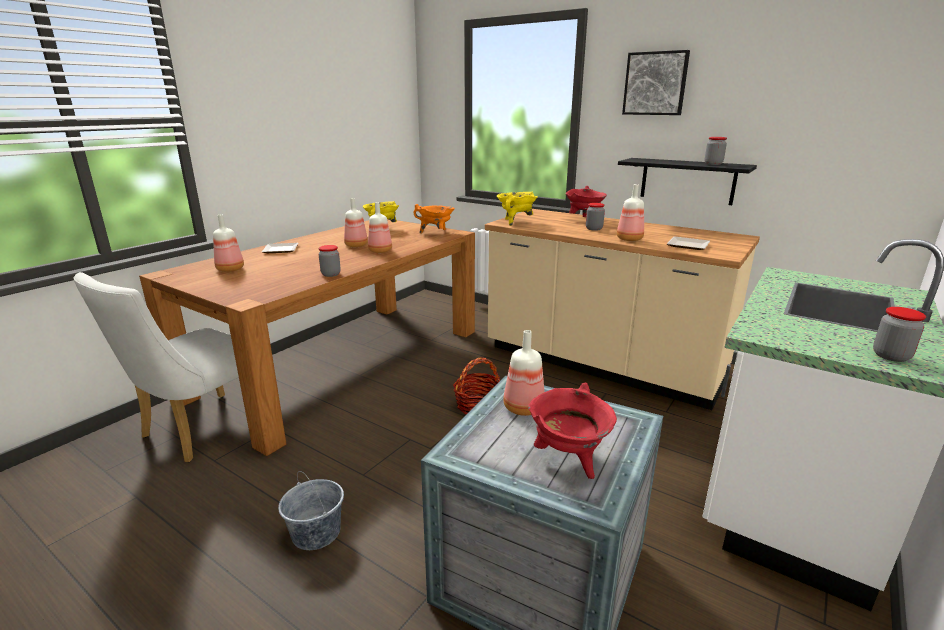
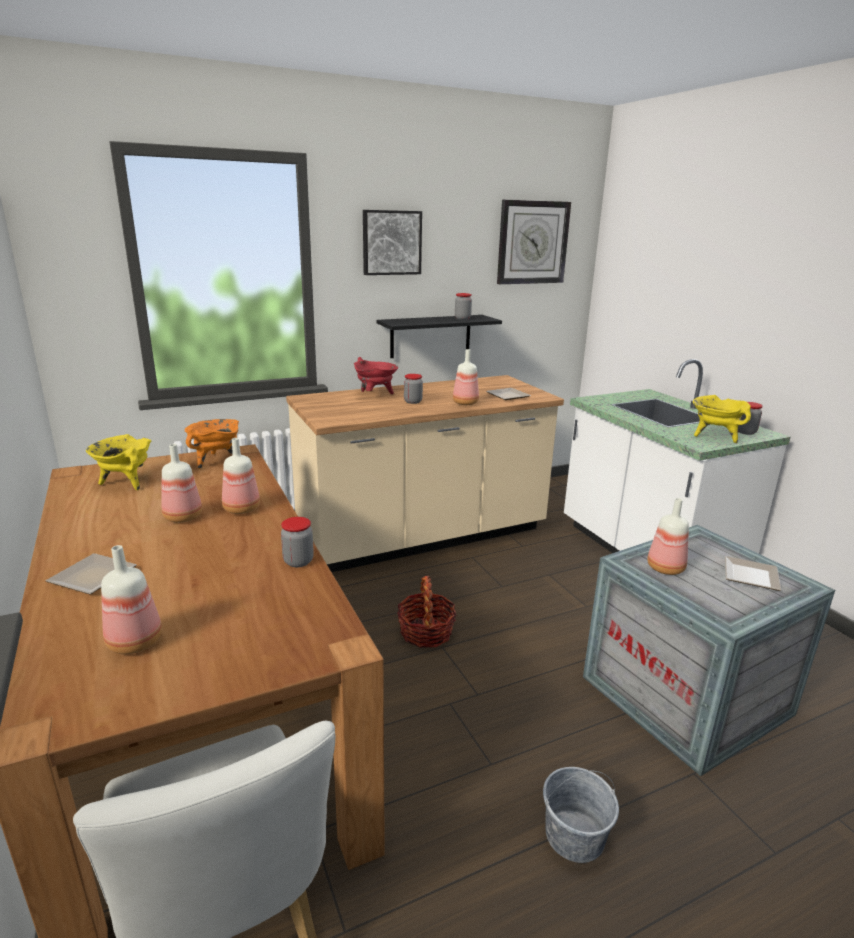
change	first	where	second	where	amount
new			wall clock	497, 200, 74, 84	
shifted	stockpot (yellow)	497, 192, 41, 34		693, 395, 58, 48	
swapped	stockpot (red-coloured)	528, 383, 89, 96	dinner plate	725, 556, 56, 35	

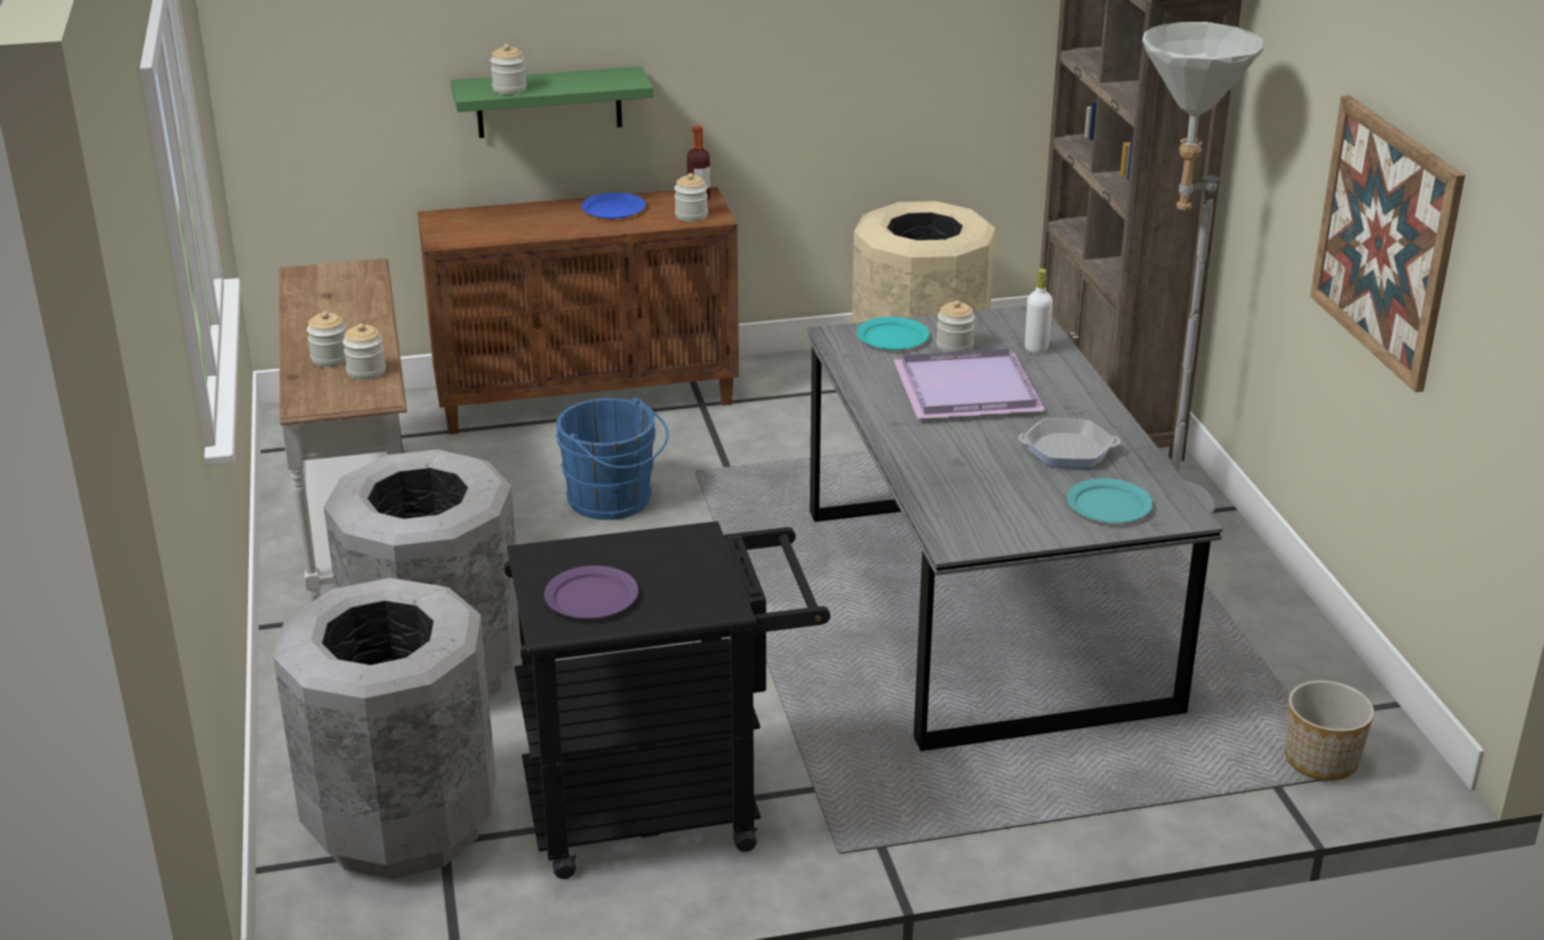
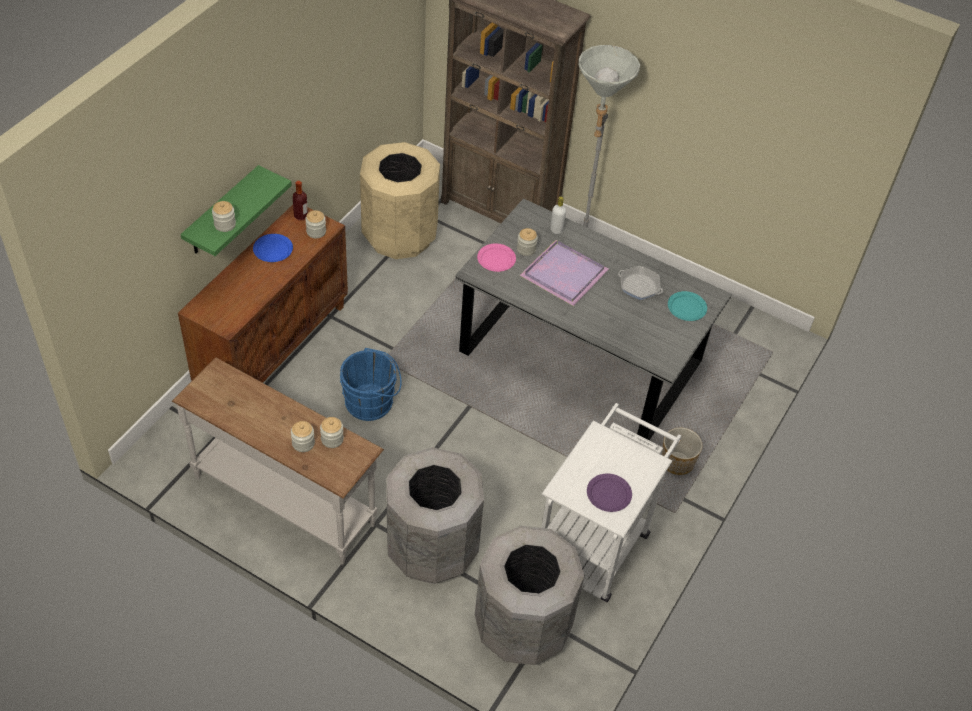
change	first	where	second	where	amount
gone	wall art	1310, 95, 155, 297			
shifted	plant pot	1285, 681, 89, 100		661, 428, 42, 47	
repainted	cart (black)	504, 521, 326, 358	cart (white-coloured)	541, 403, 141, 199	
repainted	dinner plate (turquoise-coloured)	857, 317, 72, 33	dinner plate (pink)	477, 243, 39, 29	
rotated	skillet	1018, 418, 102, 50		618, 266, 45, 34	75 degrees clockwise

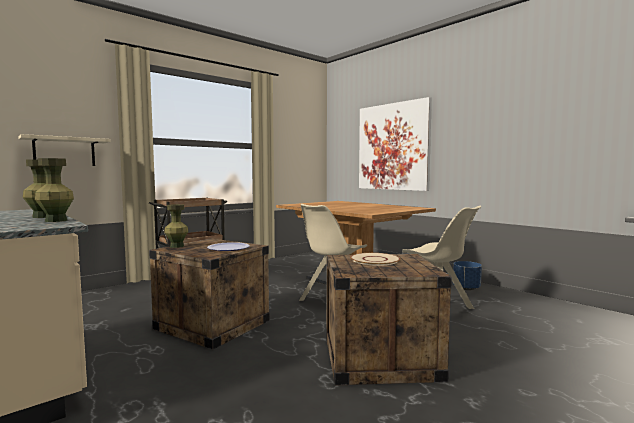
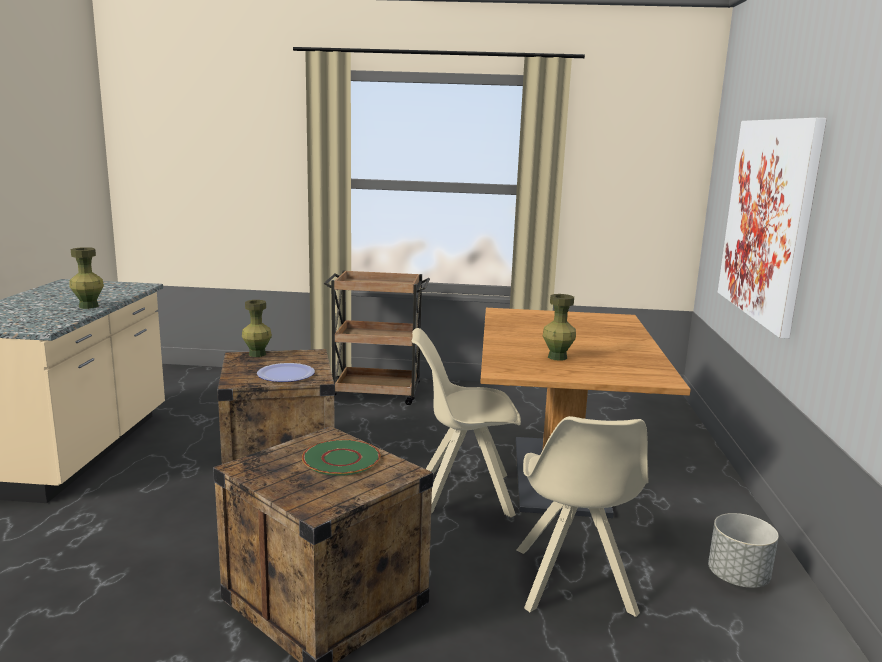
change	first	where	second	where	amount
gone	shelf (beige)	18, 134, 93, 32			
shifted	flower vase (green-coloured)	35, 158, 39, 64		543, 294, 33, 67	
repainted	dinner plate (beige)	350, 253, 50, 13	dinner plate (green-coloured)	302, 439, 79, 37	
repainted	plant pot (blue)	453, 261, 29, 29	plant pot (gray)	708, 513, 71, 75	

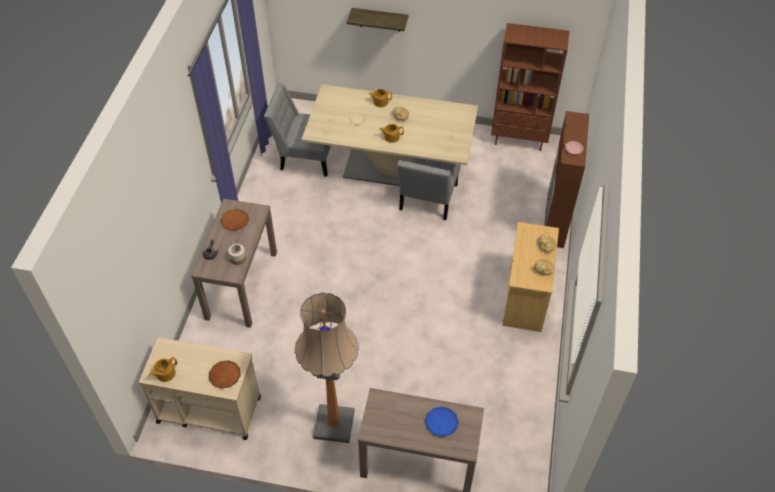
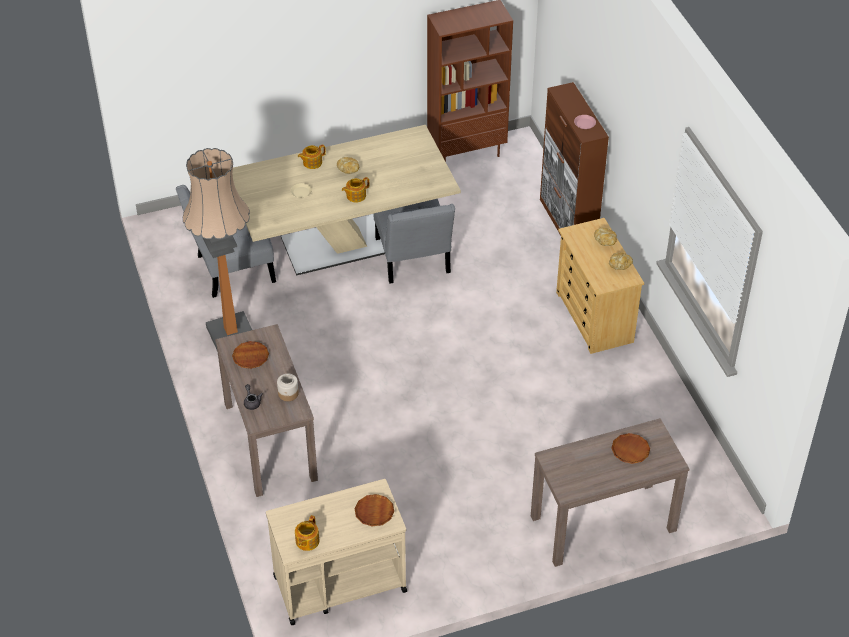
change	first	where	second	where	amount
gone	shelf	347, 8, 62, 24			
shifted	floor lamp	295, 293, 64, 150		183, 148, 69, 202	
repainted	dinner plate (blue)	425, 406, 34, 31	dinner plate (brownish)	612, 433, 38, 31	

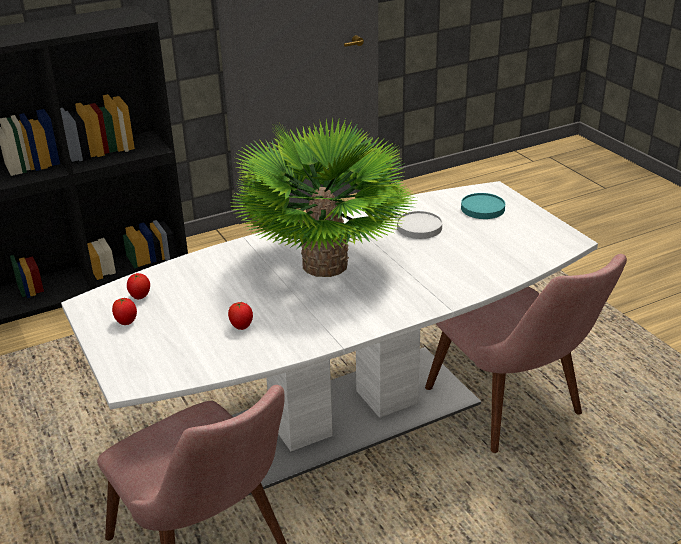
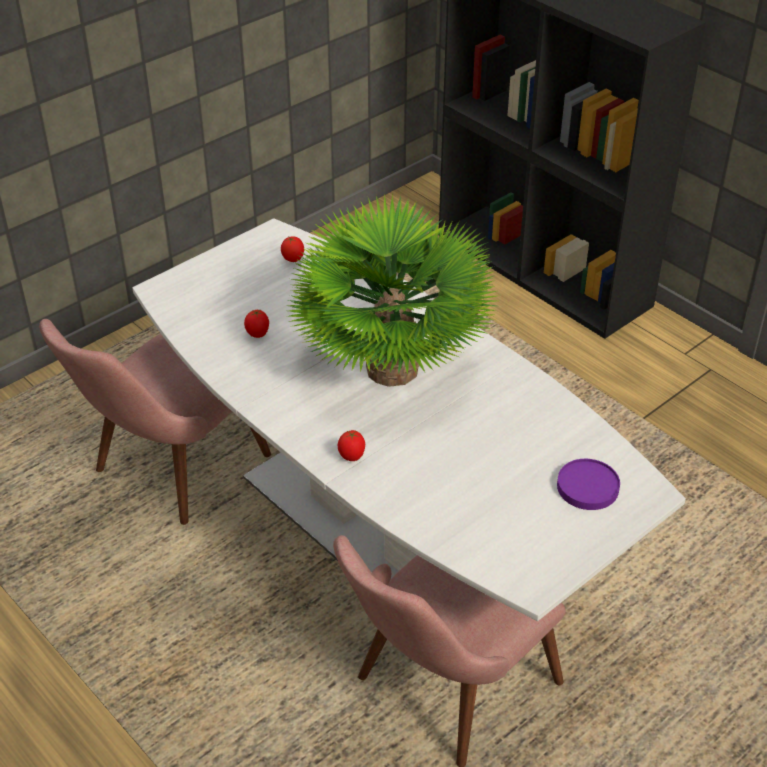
change	first	where	second	where	amount
gone	dinner plate (white-coloured)	397, 211, 45, 28			
shifted	fresh tomato	112, 297, 25, 28		338, 430, 27, 31	
repainted	dinner plate (turquoise-coloured)	461, 193, 44, 26	dinner plate (purple)	557, 459, 63, 51	

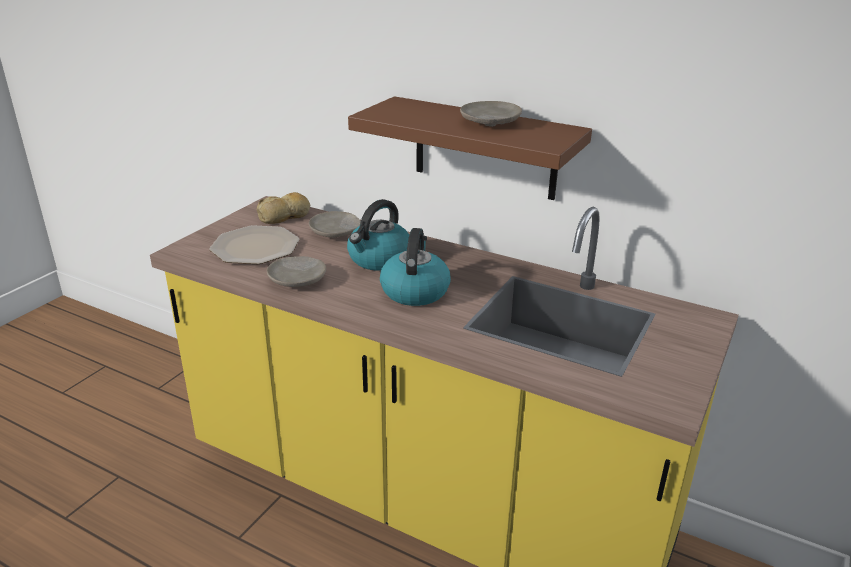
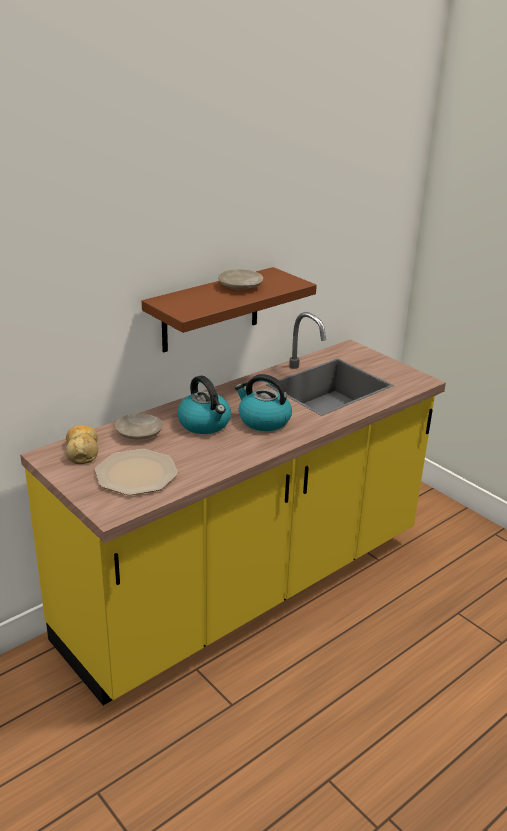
change	first	where	second	where	amount
gone	dinner plate (beige)	267, 256, 59, 31			

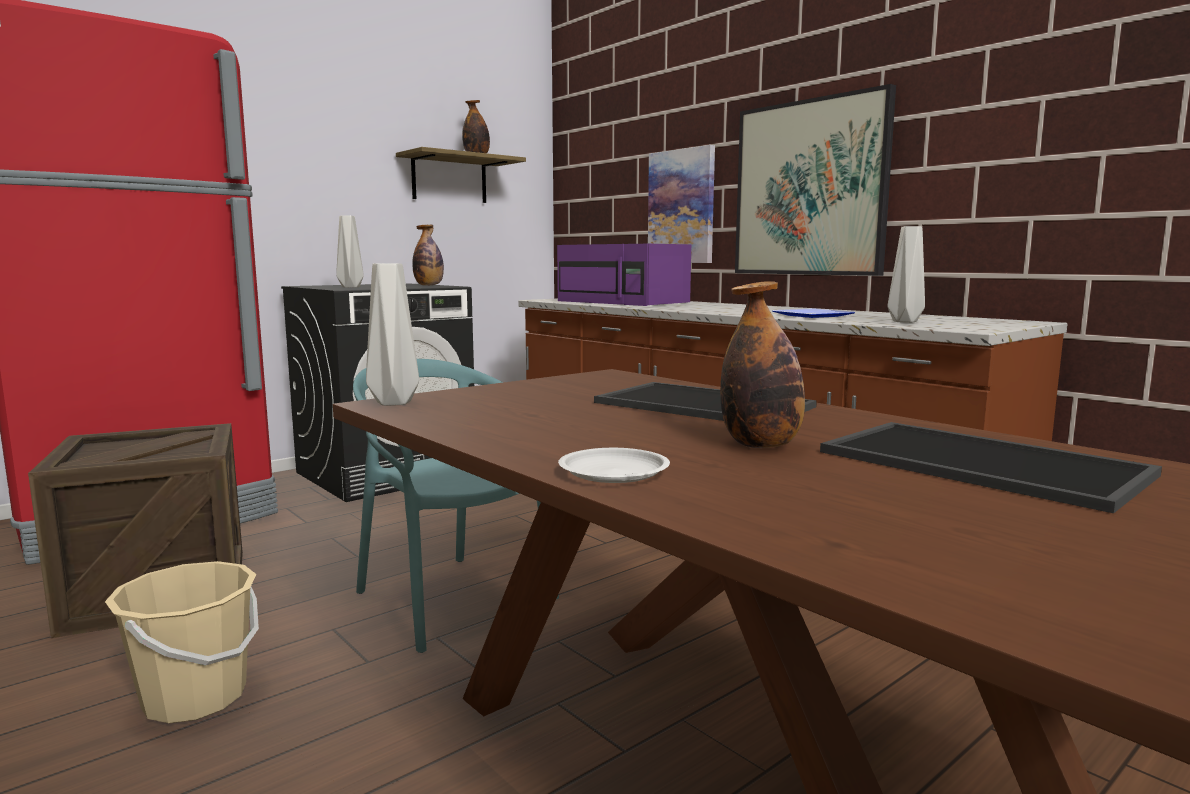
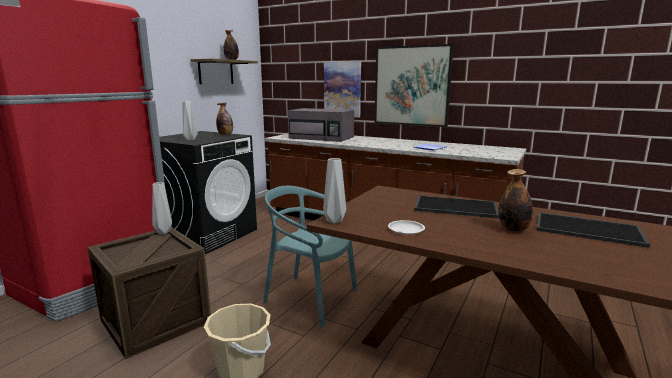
change	first	where	second	where	amount
shifted	dinner plate (white-coloured)	558, 448, 112, 35		388, 220, 37, 15	
shifted	flower vase (gray)	888, 226, 37, 97		152, 182, 20, 52	
repainted	microwave oven (purple)	557, 244, 134, 62	microwave oven (gray)	288, 108, 66, 34	

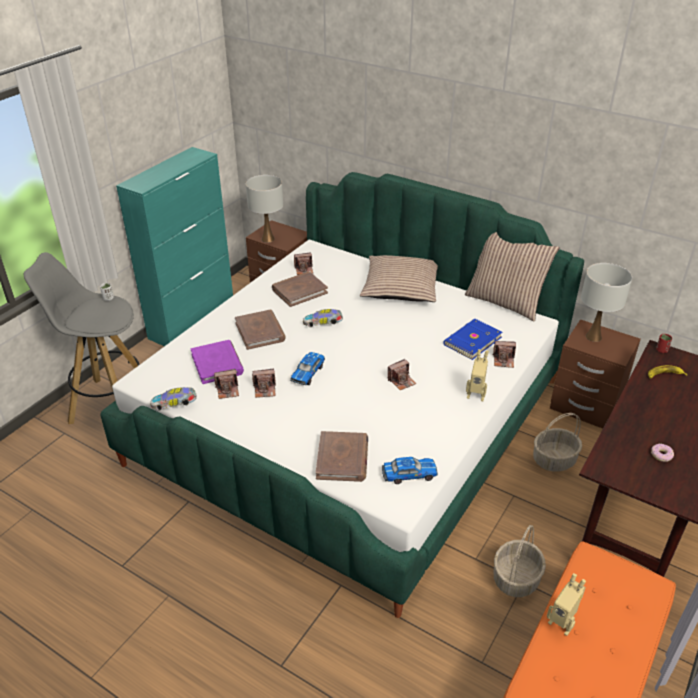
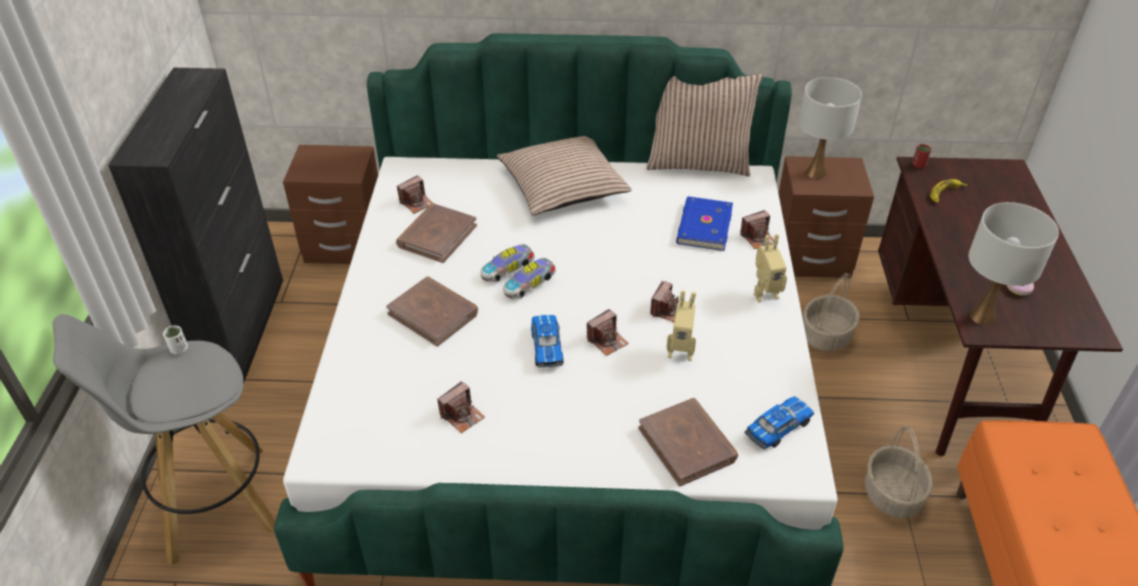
change	first	where	second	where	amount
gone	volume (purple)	191, 340, 53, 44			
shifted	toy car	150, 387, 46, 24		503, 258, 53, 41	
shifted	tabletop lamp (white-coloured)	246, 175, 37, 68		969, 202, 90, 124	
shifted	photo camera	252, 368, 24, 30		587, 309, 42, 47	
shifted	model robot	547, 573, 39, 63		666, 290, 30, 71	
repainted	cupboard (turquoise-coloured)	116, 147, 117, 199	cupboard (black)	108, 68, 175, 316	

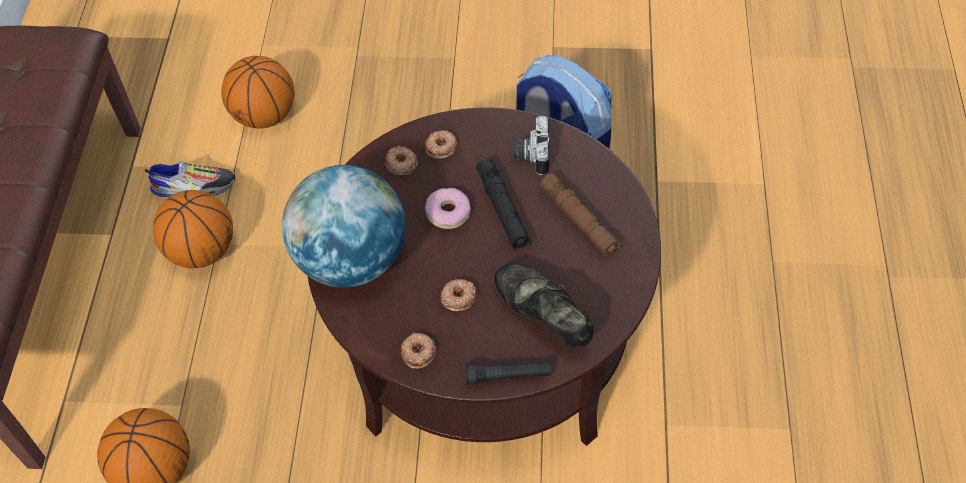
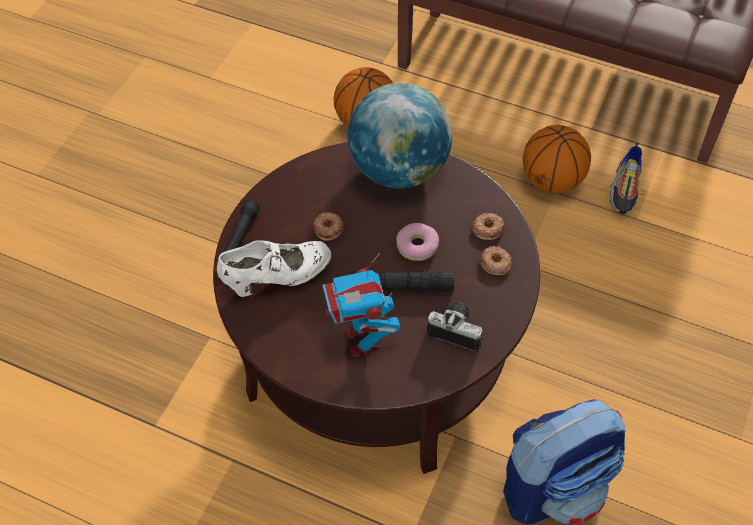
change	first	where	second	where	amount
gone	basketball ball	221, 56, 74, 73			
gone	donut	401, 333, 35, 36			
swapped	hand torch (brownish)	541, 173, 81, 85	model robot	322, 253, 79, 104	
repainted	low shoe (black)	494, 263, 100, 85	low shoe (white-coloured)	217, 240, 114, 57	

